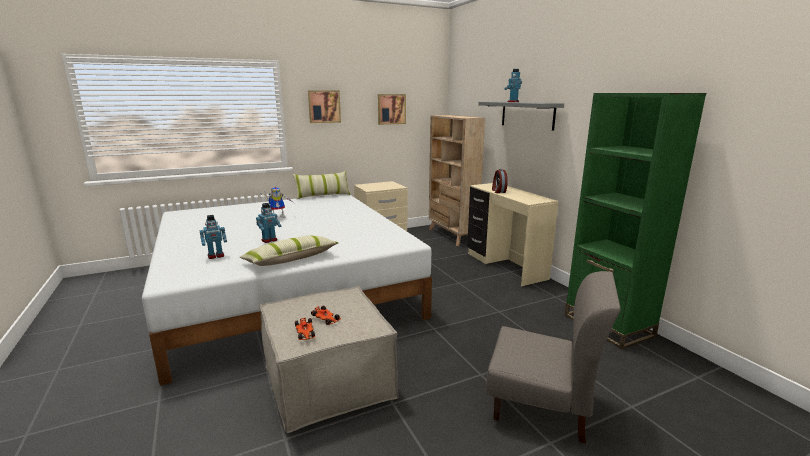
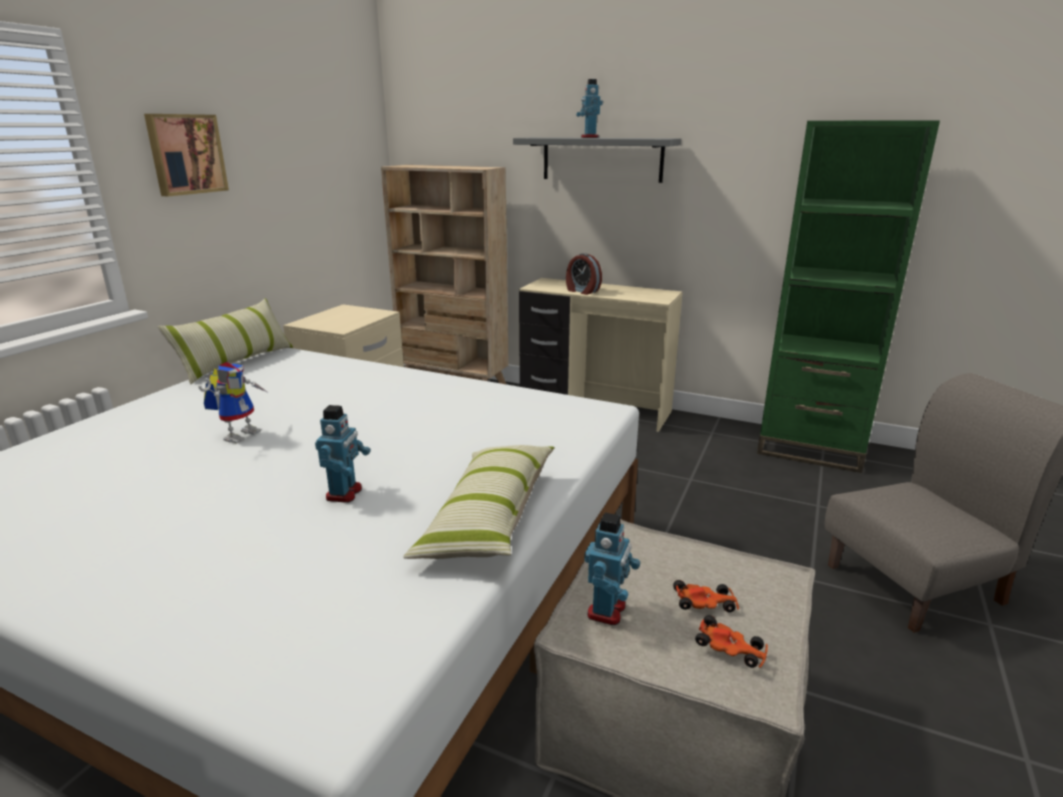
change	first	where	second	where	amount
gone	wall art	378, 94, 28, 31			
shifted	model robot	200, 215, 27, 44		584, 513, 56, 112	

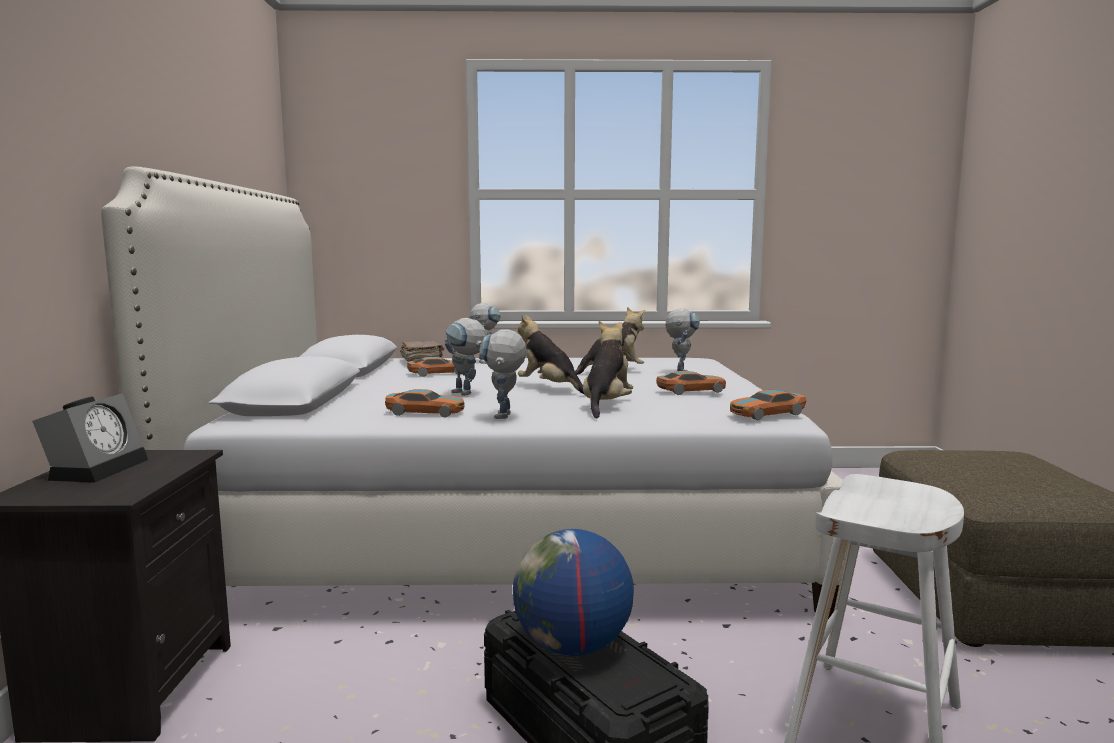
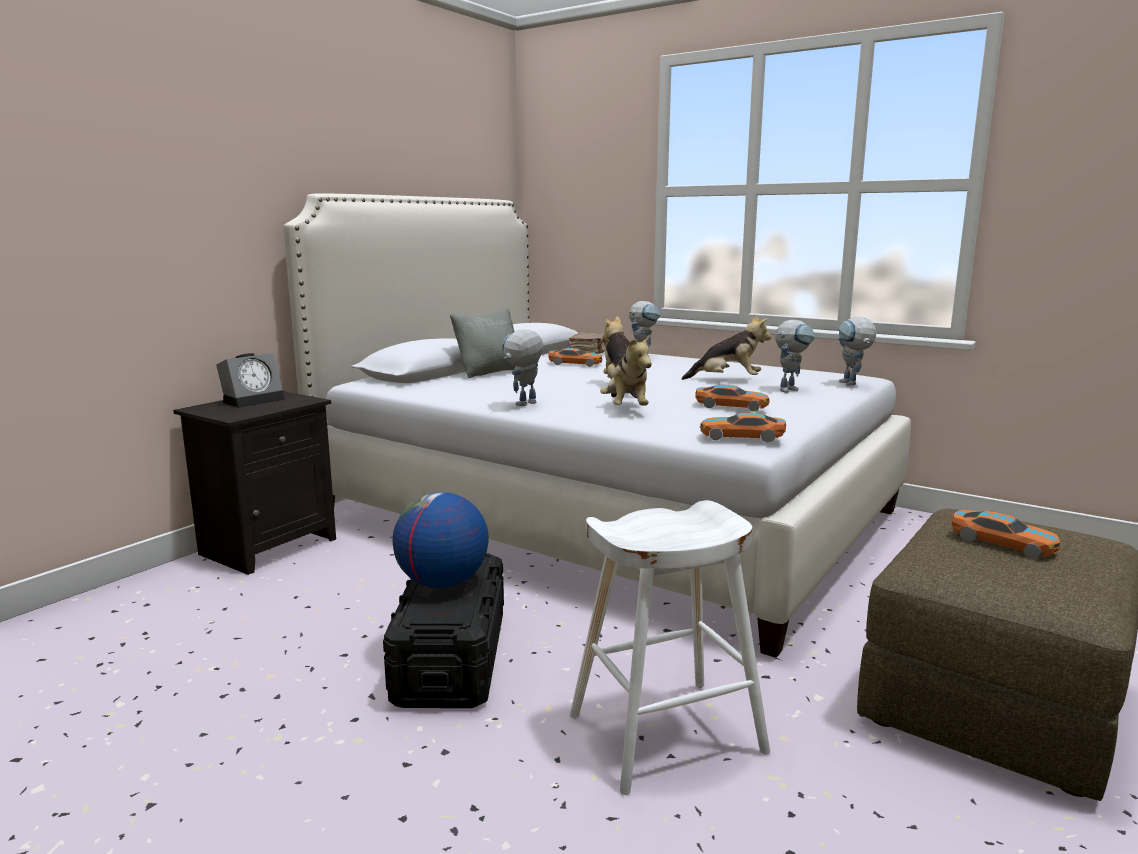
change	first	where	second	where	amount
new			throw pillow (gray)	450, 308, 66, 70	
shifted	toy car	385, 389, 80, 28		952, 510, 108, 49	
shifted	model robot	445, 318, 42, 78		839, 317, 38, 69	
rotated	plush toy	583, 321, 50, 97		600, 334, 52, 72	120 degrees clockwise

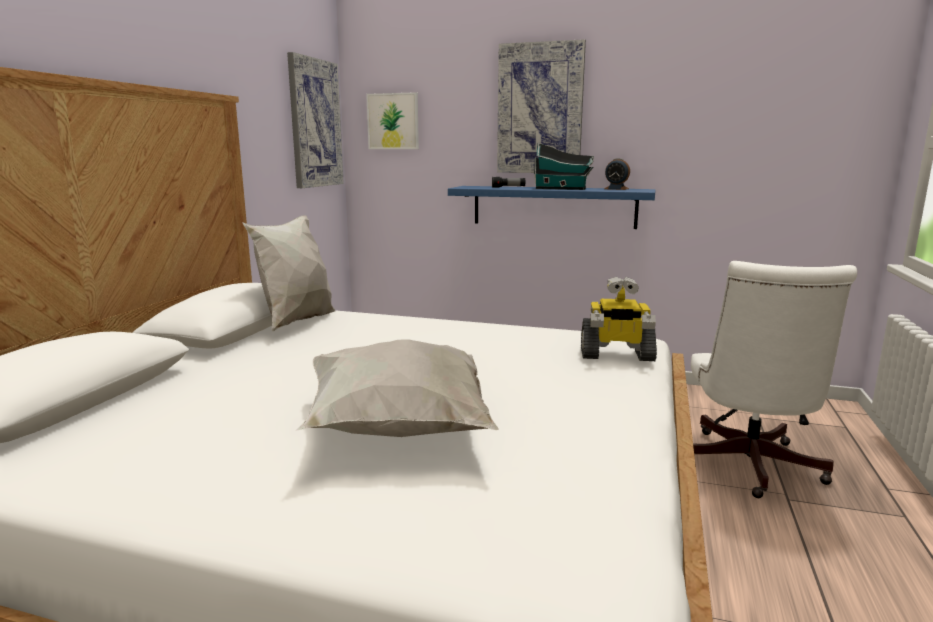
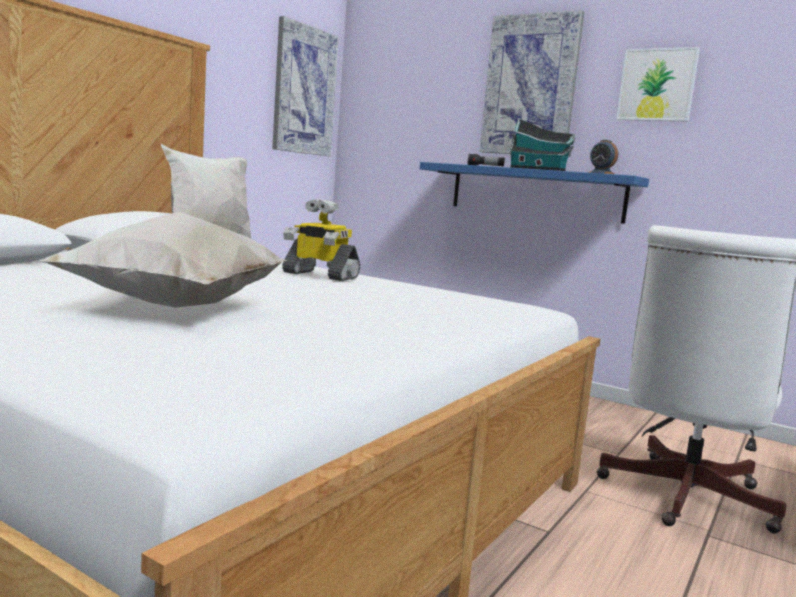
change	first	where	second	where	amount
shifted	wall art	366, 92, 53, 57		616, 47, 84, 75	
shifted	model robot	581, 277, 76, 84		282, 200, 78, 81	

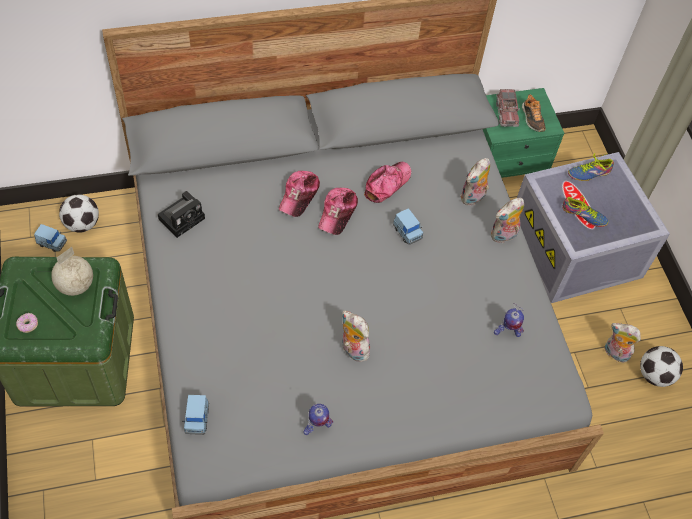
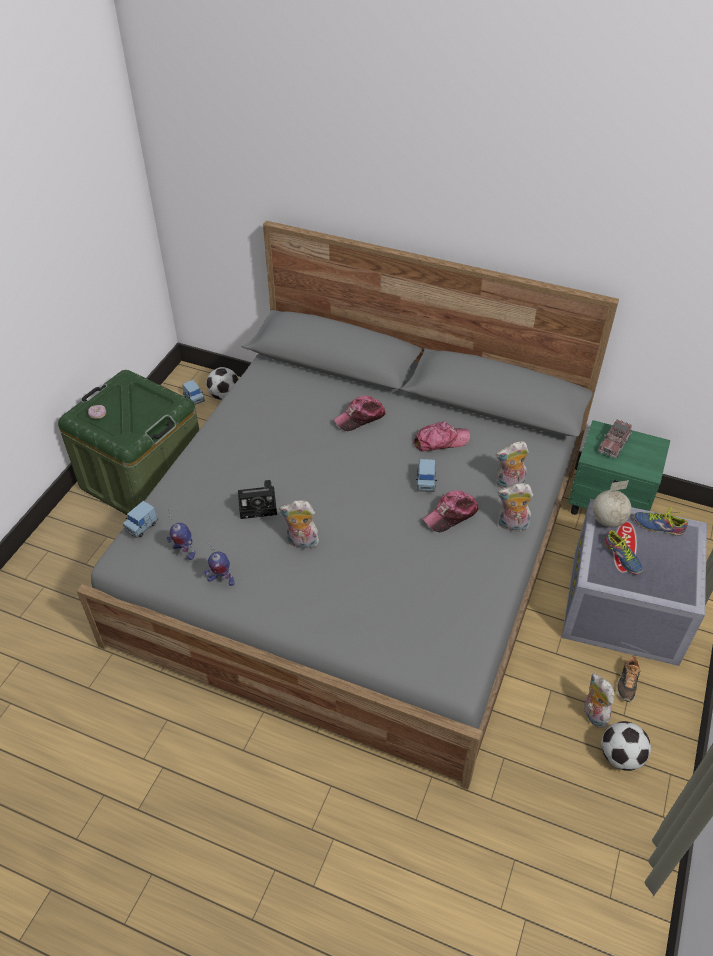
change	first	where	second	where	amount
shifted	world globe	51, 247, 42, 49		592, 480, 40, 47	
shifted	photo camera	158, 191, 47, 47		238, 480, 39, 39	
shifted	cap	318, 188, 40, 47		423, 490, 56, 42	
shifted	model robot	494, 303, 30, 34		167, 509, 28, 51	
shifted	low shoe	522, 94, 24, 38		616, 655, 24, 47	
rotated	plush toy	342, 310, 28, 52		279, 500, 40, 49	75 degrees counterclockwise

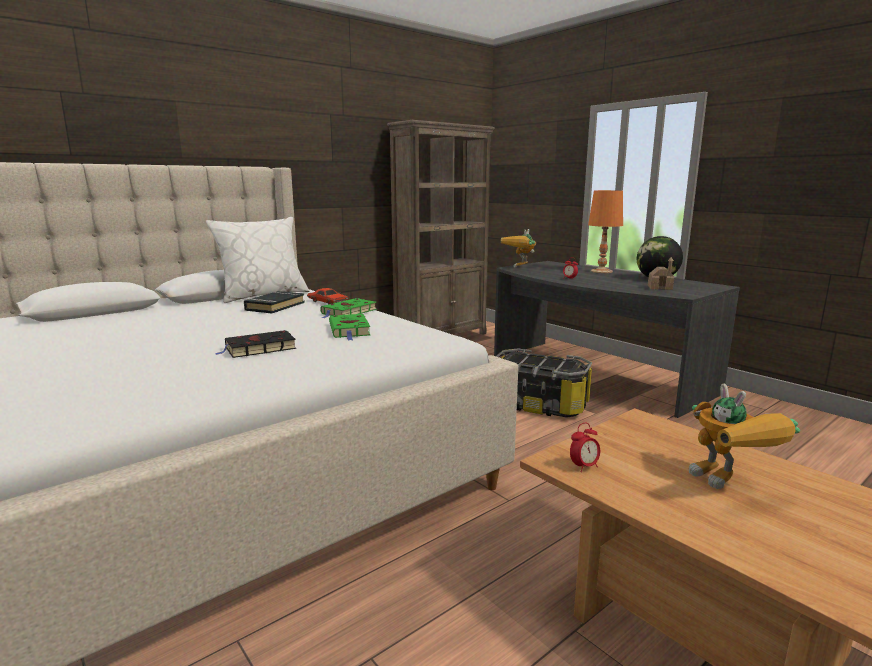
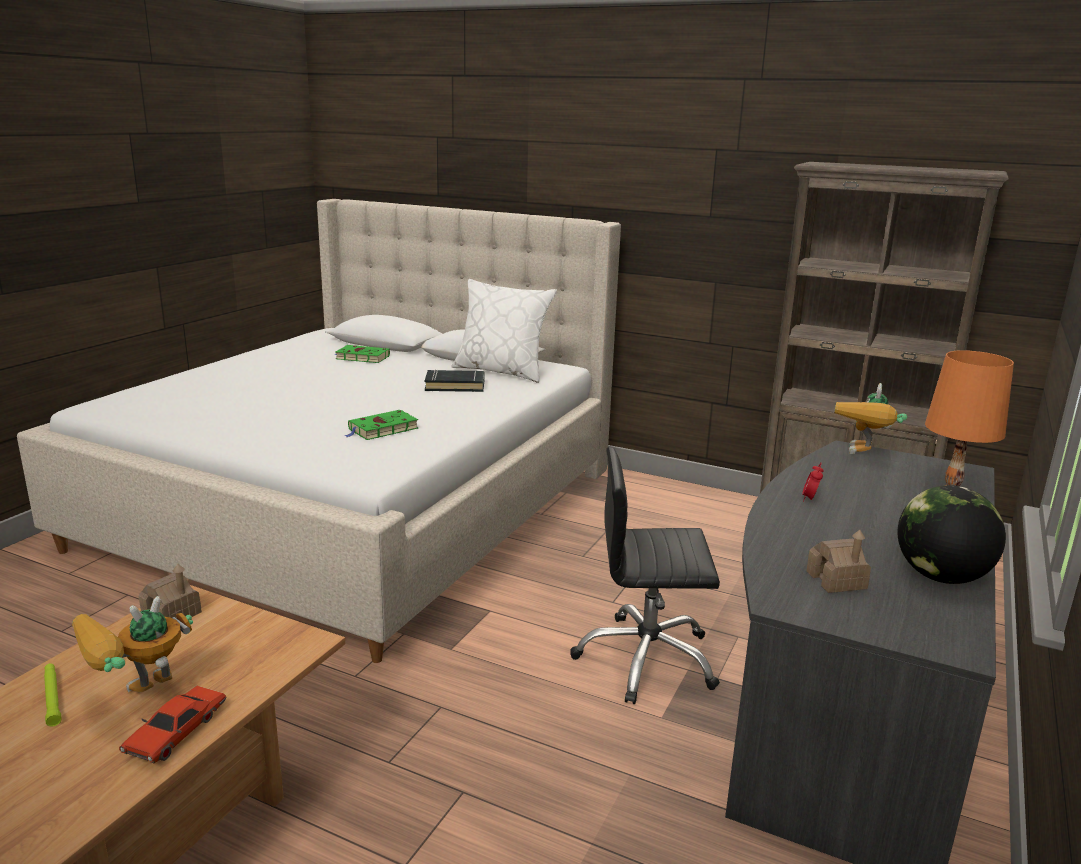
change	first	where	second	where	amount
gone	volume (black)	215, 330, 81, 28			
new			hand torch (green-coloured)	44, 663, 18, 64	
shifted	toy car (red-coloured)	307, 288, 41, 16		119, 686, 107, 77	
shifted	volume (green-coloured)	320, 298, 57, 20		336, 345, 54, 18	
swapped	storage box	496, 349, 96, 69	computer chair (black)	570, 447, 150, 257	
swapped	bedside clock	570, 423, 30, 49	model house	139, 564, 63, 54	
rotated	model robot	501, 229, 35, 38		835, 383, 72, 71	75 degrees counterclockwise

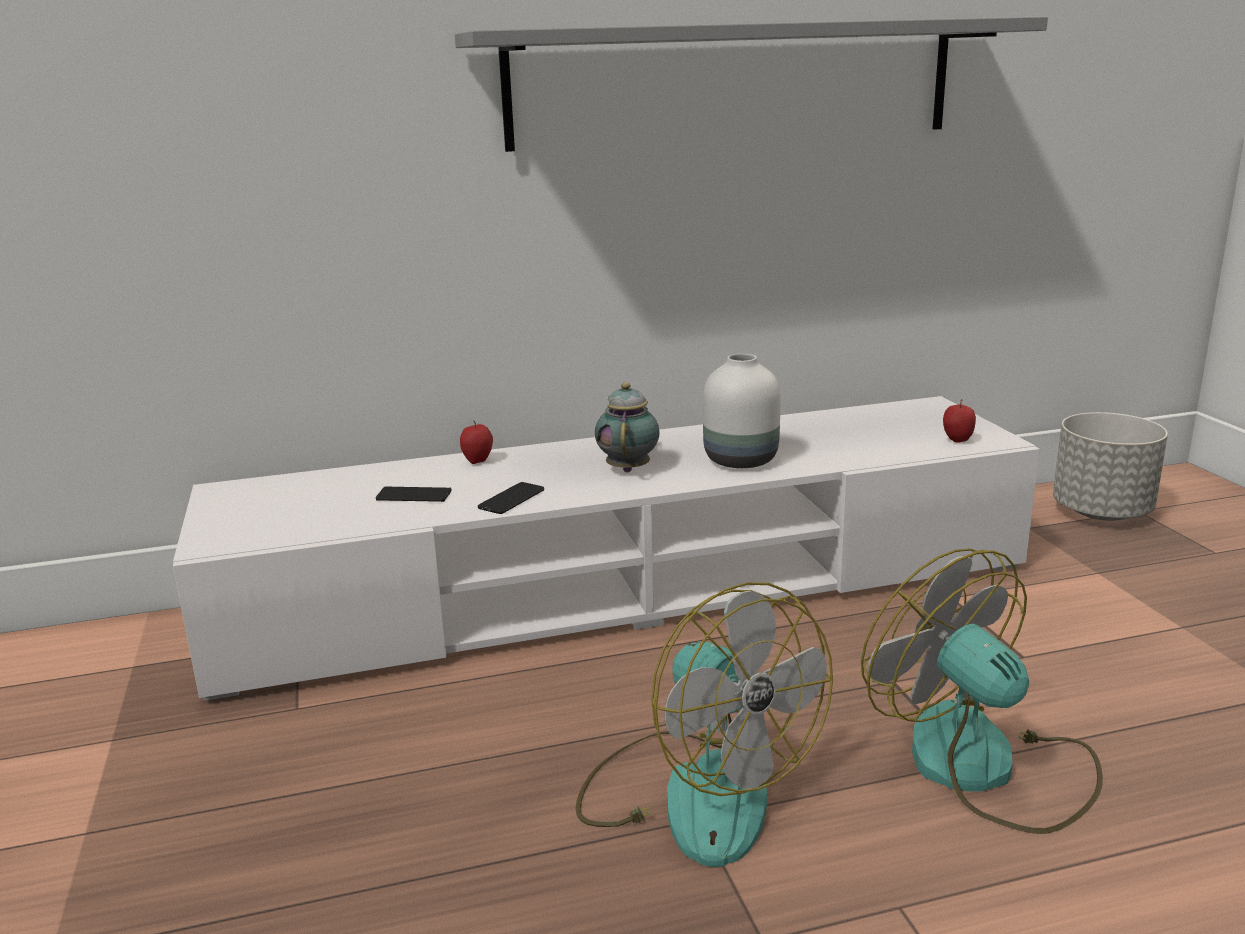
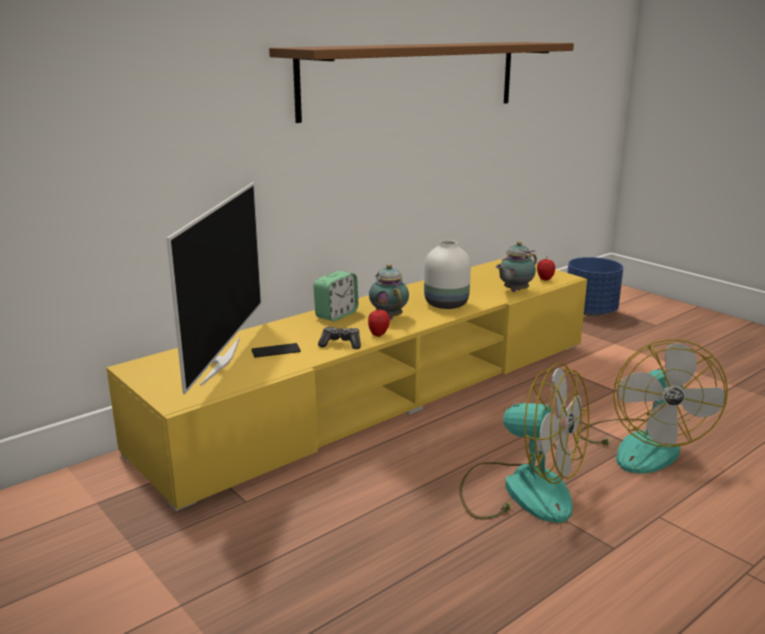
change	first	where	second	where	amount
new			television	166, 183, 96, 211	
new			bedside clock	314, 271, 44, 50	
new			pot for tea	496, 241, 41, 51	
shifted	whole apple	460, 421, 33, 43		368, 307, 22, 30	
swapped	phone	478, 482, 66, 32	joypad	318, 327, 43, 22	
repainted	media console (white-coloured)	173, 396, 867, 305	media console (yellow)	106, 258, 481, 253	
repainted	shelf (gray)	455, 16, 593, 136	shelf (brownish)	269, 42, 305, 81	
repainted	plant pot (gray)	1053, 412, 115, 109	plant pot (blue)	567, 257, 57, 59	
rotated	cooling fan	861, 548, 242, 286		578, 339, 150, 135	120 degrees counterclockwise

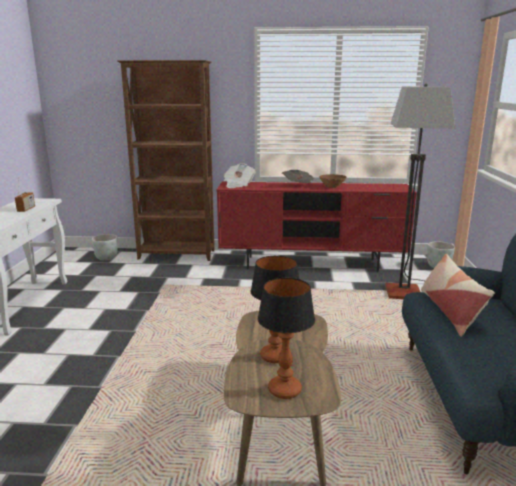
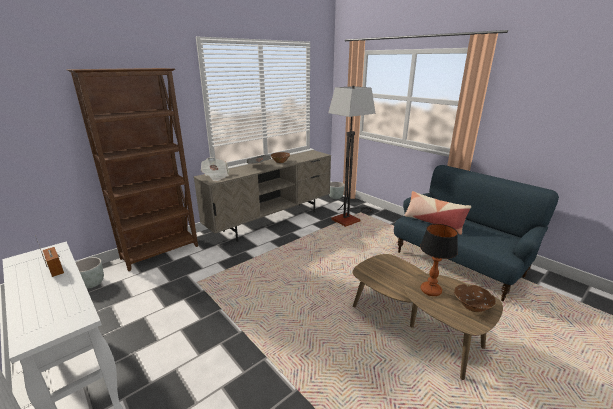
change	first	where	second	where	amount
swapped	tabletop lamp	258, 278, 57, 121	deep dish (brownish)	454, 284, 42, 28	
repainted	media console (red-coloured)	217, 182, 200, 90	media console (beige)	193, 150, 138, 92	

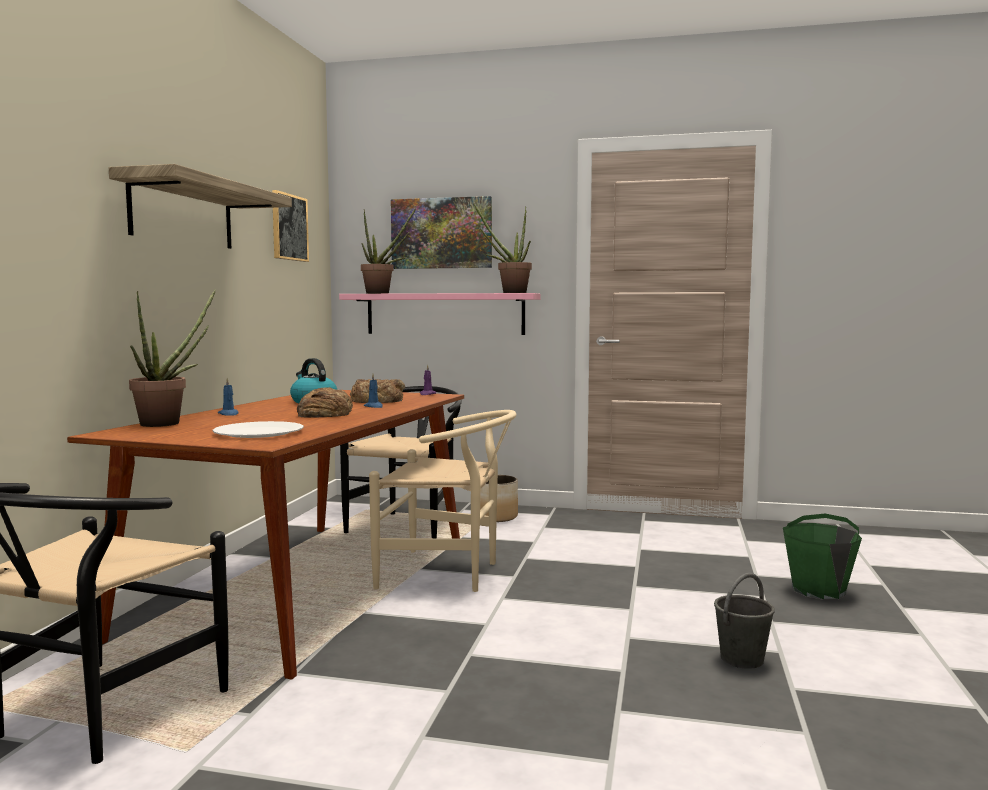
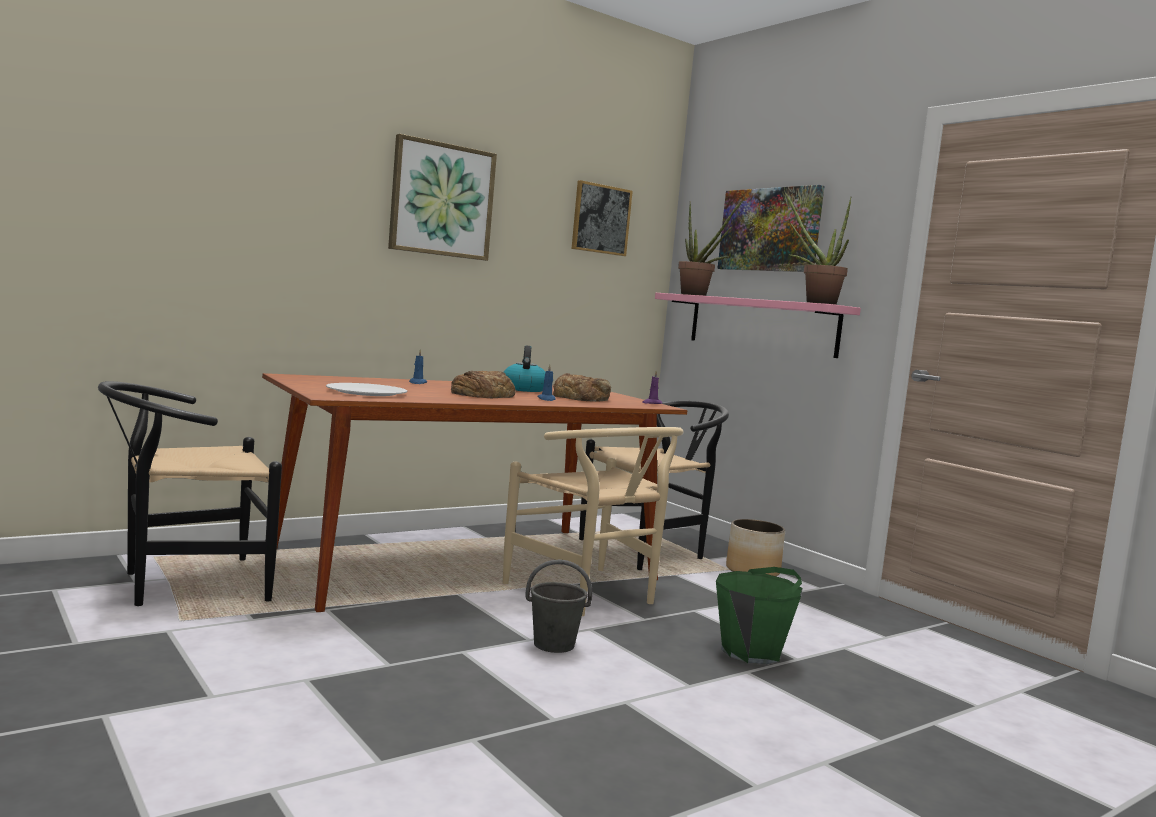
change	first	where	second	where	amount
gone	potted plant	129, 289, 87, 138			
shifted	bucket (gray)	714, 573, 61, 96		525, 560, 67, 93	
shifted	bucket (green-coloured)	783, 514, 79, 86		716, 567, 86, 98	
swapped	shelf	109, 164, 183, 85	wall art	388, 134, 109, 127	

